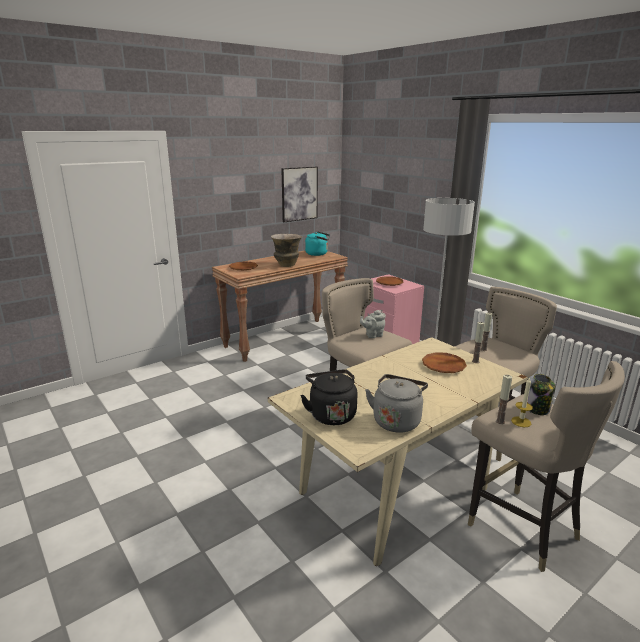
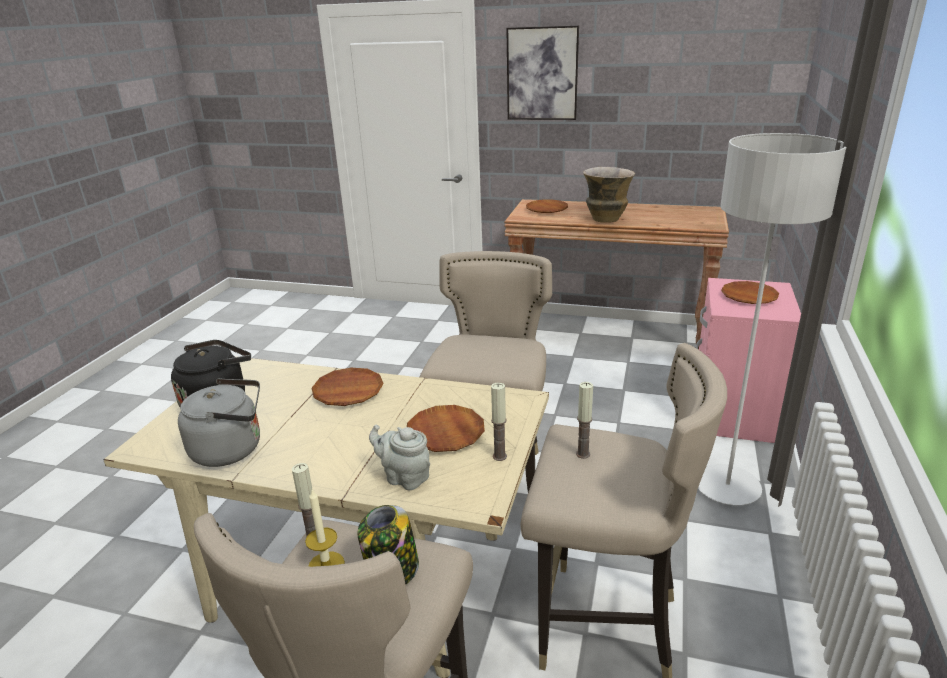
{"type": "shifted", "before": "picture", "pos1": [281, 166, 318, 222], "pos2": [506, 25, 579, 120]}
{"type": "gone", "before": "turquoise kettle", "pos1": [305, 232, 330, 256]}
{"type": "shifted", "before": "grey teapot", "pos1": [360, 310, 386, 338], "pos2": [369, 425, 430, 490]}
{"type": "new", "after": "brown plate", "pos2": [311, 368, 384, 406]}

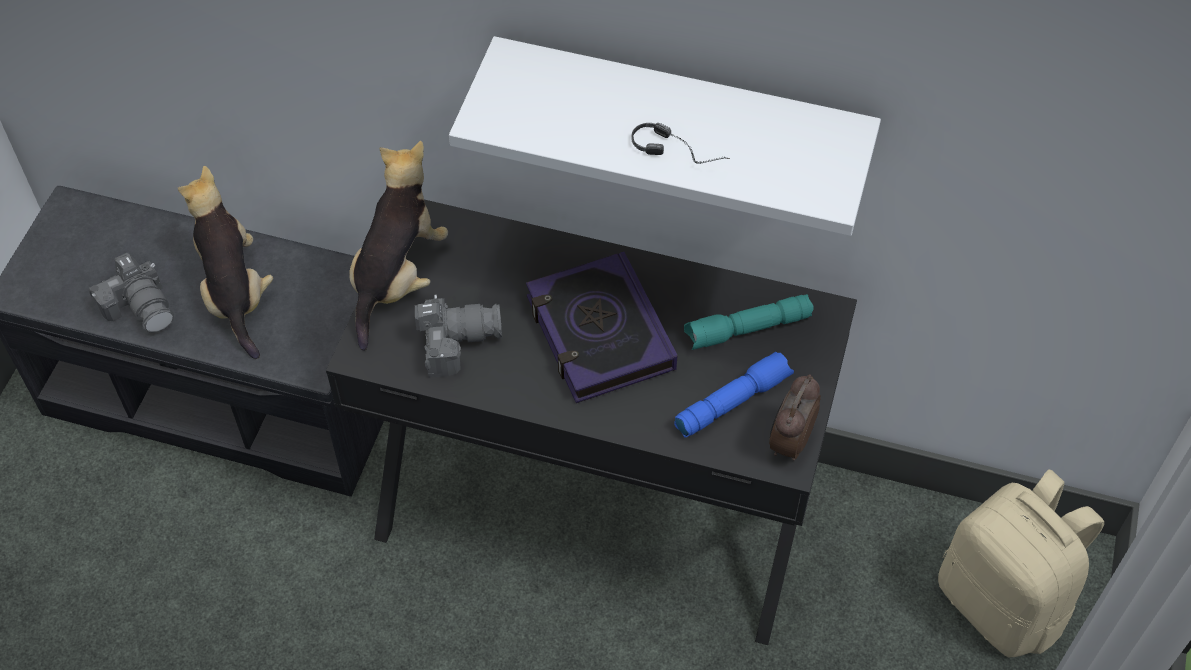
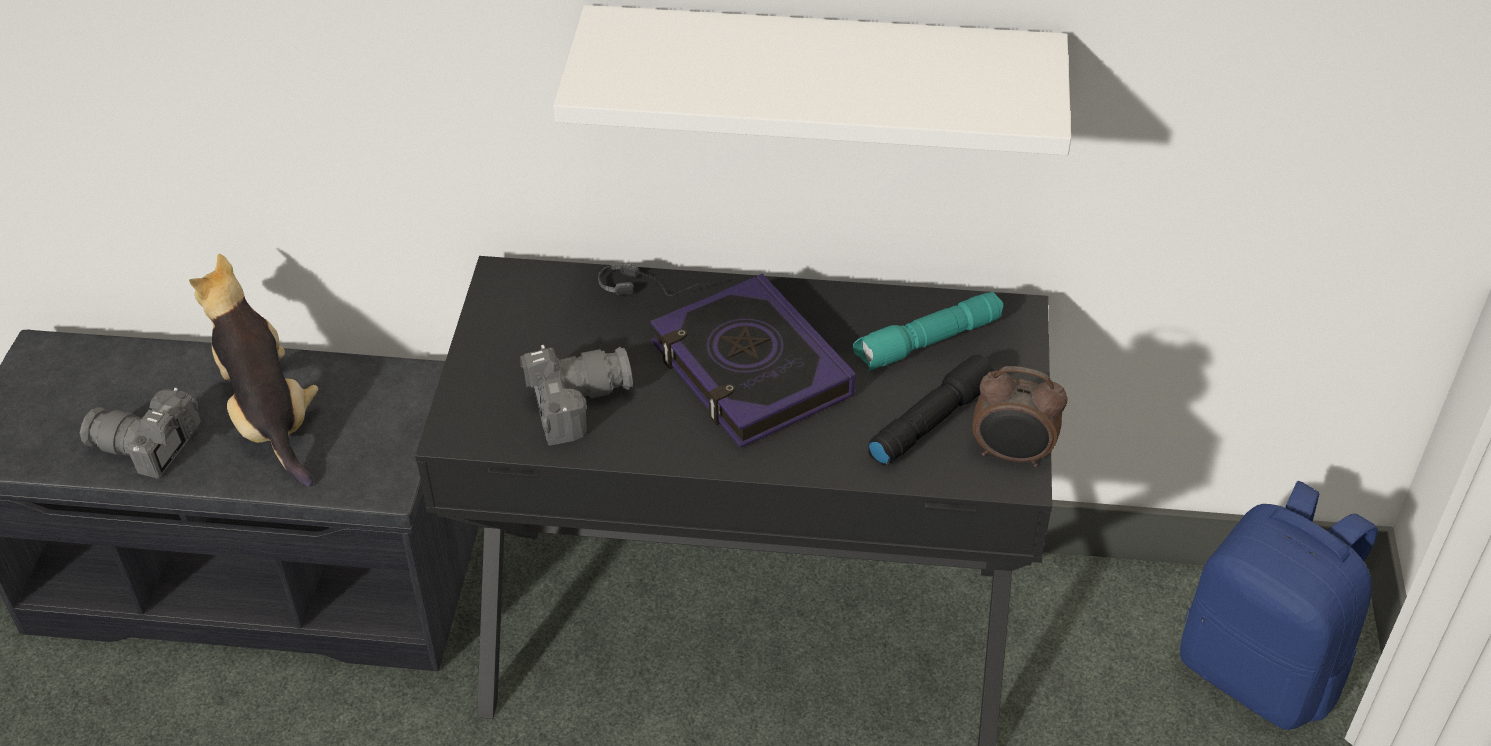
{"type": "rotated", "before": "photo camera", "pos1": [88, 253, 174, 333], "pos2": [79, 387, 201, 479], "turn": 150}
{"type": "gone", "before": "plush toy", "pos1": [350, 141, 448, 351]}
{"type": "shifted", "before": "headphones", "pos1": [631, 123, 730, 164], "pos2": [598, 263, 701, 296]}
{"type": "repainted", "before": "blue flashlight", "after": "black flashlight", "pos1": [674, 352, 794, 438], "pos2": [868, 355, 994, 466]}
{"type": "rotated", "before": "alarm clock", "pos1": [769, 374, 821, 461], "pos2": [972, 366, 1067, 467], "turn": -90}
{"type": "repainted", "before": "beige backpack", "after": "blue backpack", "pos1": [938, 469, 1104, 657], "pos2": [1180, 481, 1378, 730]}

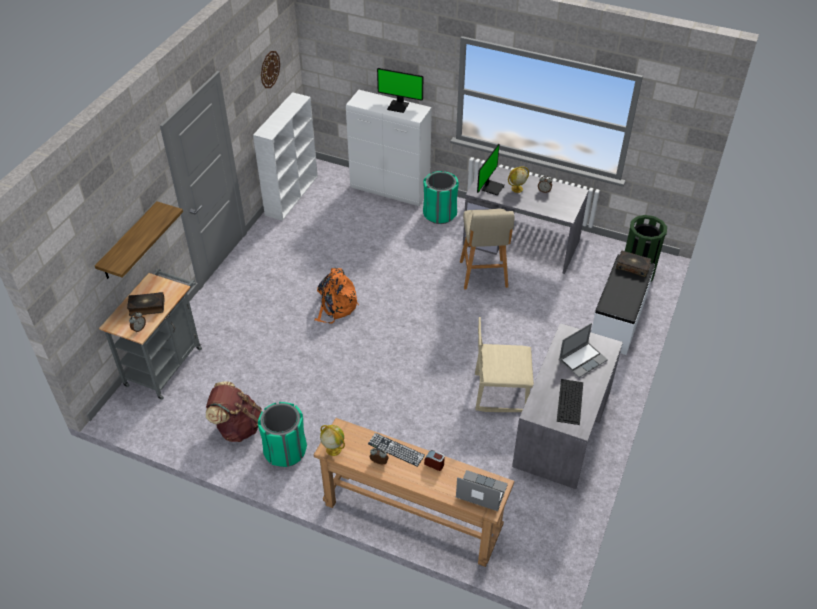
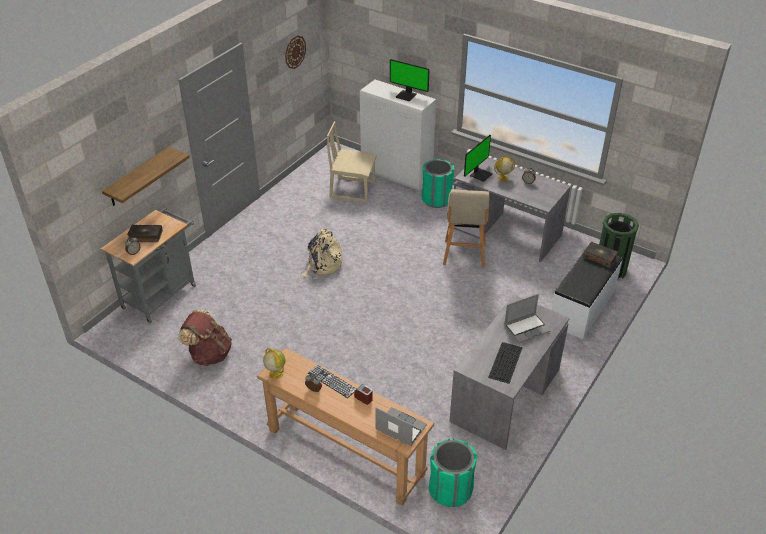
{"type": "gone", "before": "white bookcase", "pos1": [253, 92, 318, 221]}
{"type": "shifted", "before": "green trash can", "pos1": [258, 402, 307, 467], "pos2": [429, 439, 477, 507]}
{"type": "repainted", "before": "orange backpack", "after": "beige backpack", "pos1": [314, 268, 359, 324], "pos2": [301, 228, 343, 279]}
{"type": "shifted", "before": "beige chair", "pos1": [475, 317, 534, 412], "pos2": [327, 121, 377, 203]}

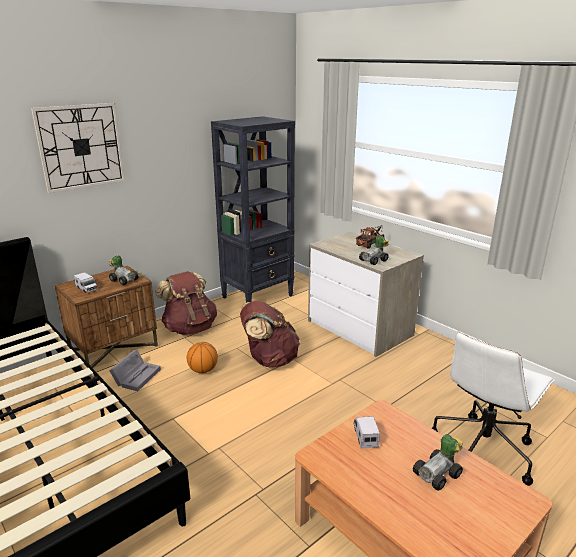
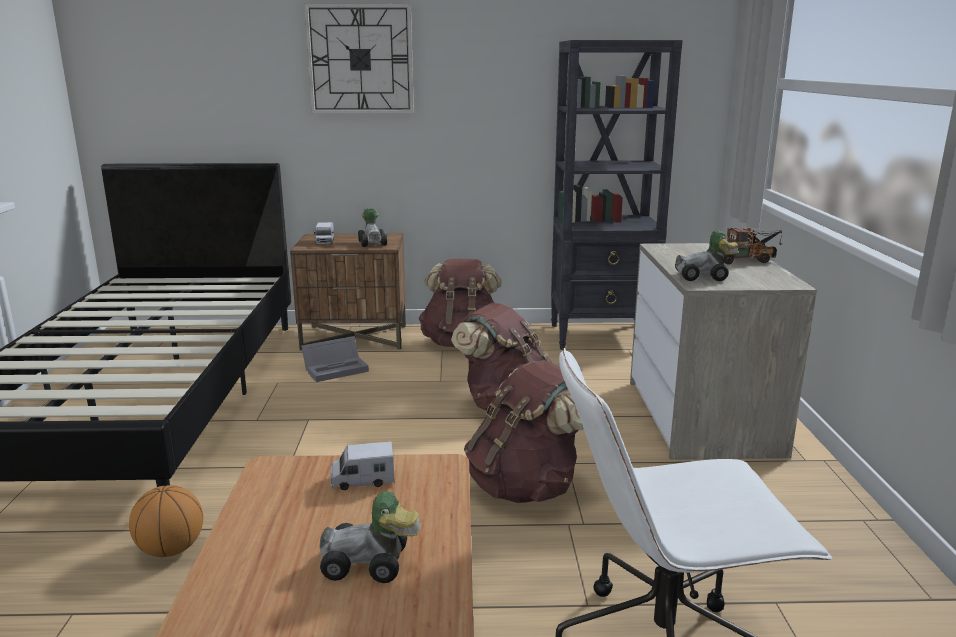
{"type": "shifted", "before": "basketball", "pos1": [187, 342, 218, 373], "pos2": [129, 485, 203, 557]}
{"type": "rotated", "before": "toy truck", "pos1": [353, 416, 380, 449], "pos2": [331, 441, 395, 490], "turn": -135}
{"type": "new", "after": "brown backpack", "pos2": [464, 360, 584, 503]}

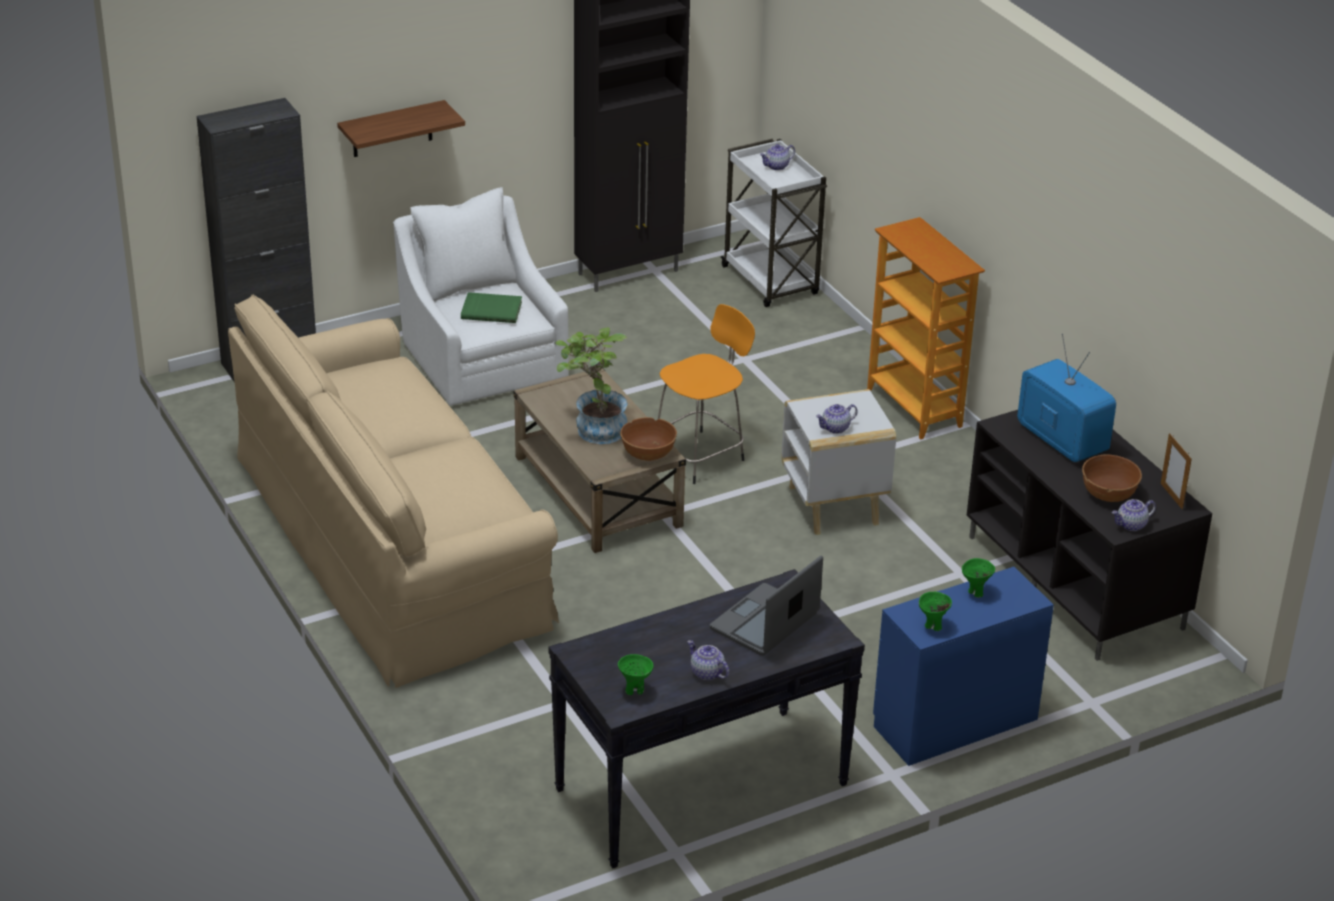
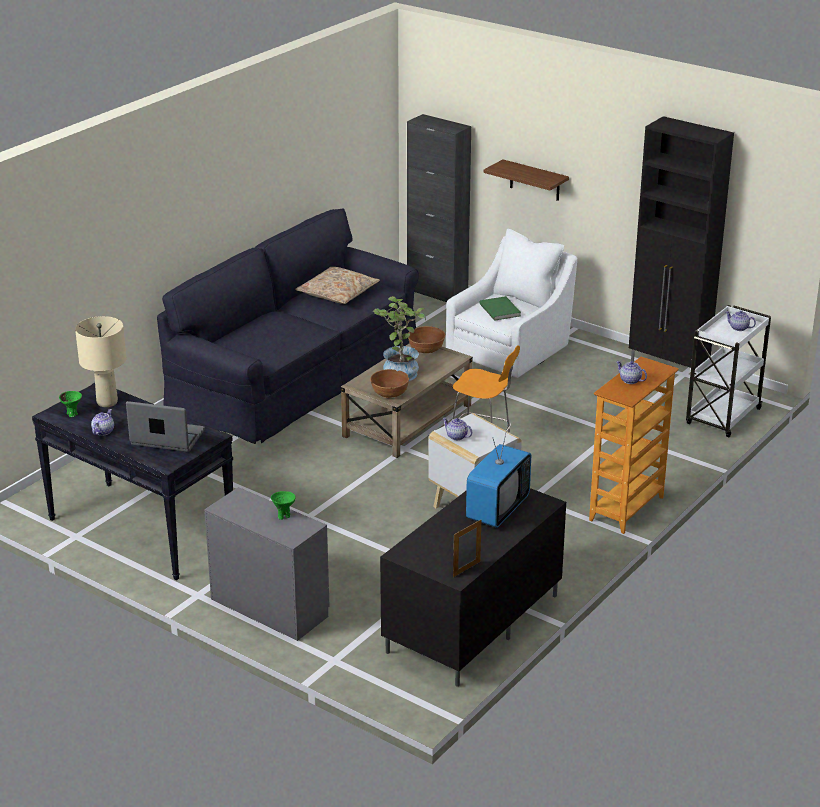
{"type": "repainted", "before": "beige sofa", "after": "black sofa", "pos1": [228, 295, 559, 688], "pos2": [157, 208, 419, 444]}
{"type": "repainted", "before": "blue dresser", "after": "grey dresser", "pos1": [873, 567, 1054, 766], "pos2": [204, 487, 330, 641]}
{"type": "gone", "before": "green bowl", "pos1": [919, 592, 952, 631]}
{"type": "shifted", "before": "brown bowl", "pos1": [1082, 454, 1142, 502], "pos2": [408, 326, 445, 353]}
{"type": "shifted", "before": "teapot", "pos1": [1112, 499, 1156, 531], "pos2": [616, 361, 647, 384]}
{"type": "new", "after": "beige table lamp", "pos2": [75, 316, 127, 407]}
{"type": "new", "after": "beige pillow", "pos2": [295, 267, 380, 304]}

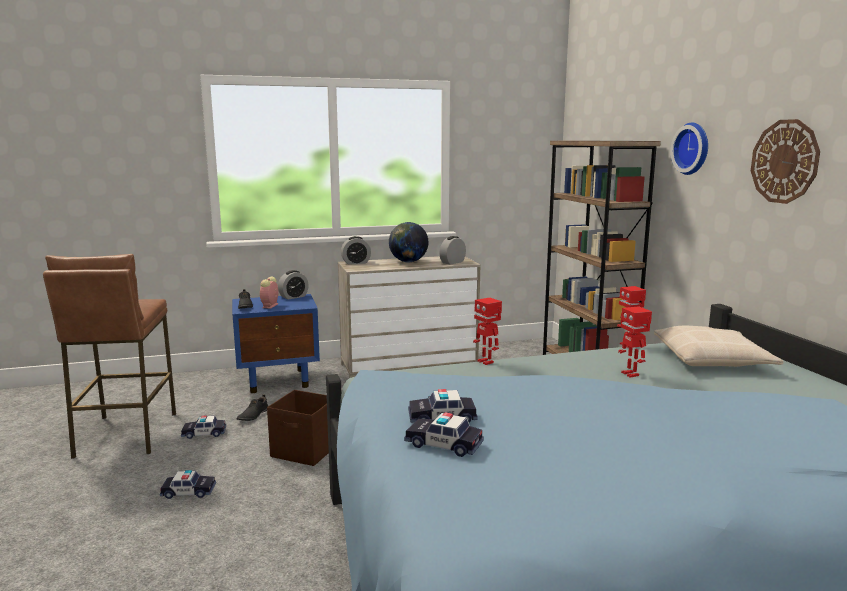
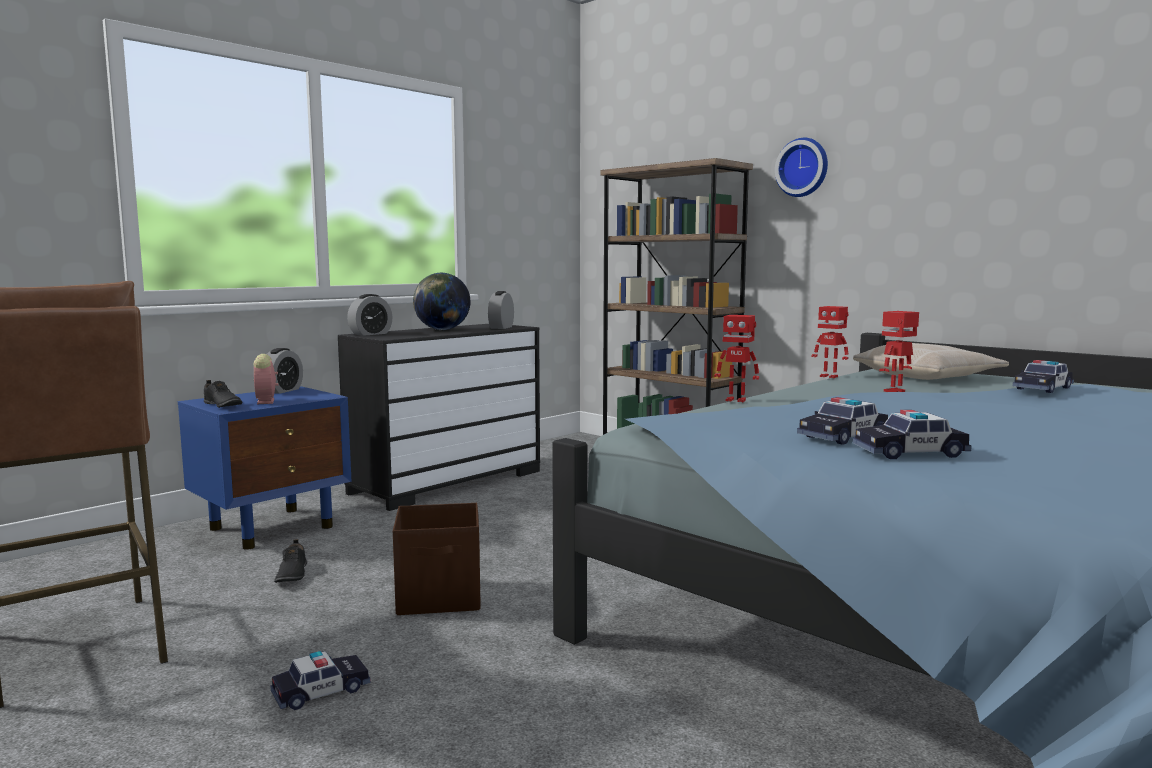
{"type": "shifted", "before": "toy car", "pos1": [181, 415, 226, 439], "pos2": [1013, 360, 1074, 393]}
{"type": "repainted", "before": "beige dresser", "after": "black dresser", "pos1": [338, 256, 481, 378], "pos2": [338, 324, 540, 511]}
{"type": "rotated", "before": "toy robot", "pos1": [618, 306, 652, 378], "pos2": [879, 311, 919, 392], "turn": 105}
{"type": "gone", "before": "wall clock", "pos1": [751, 119, 820, 204]}

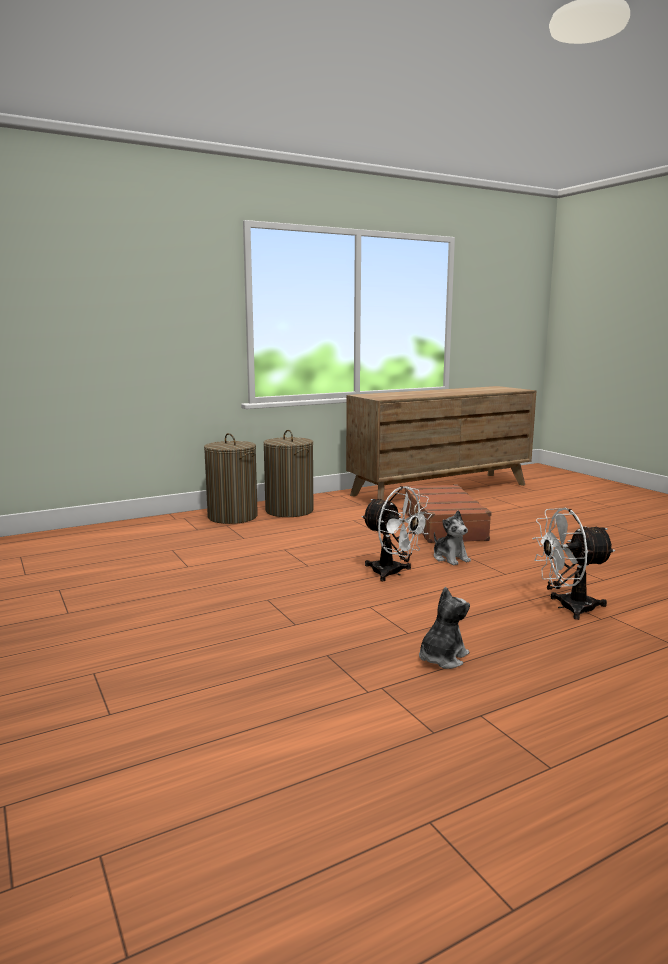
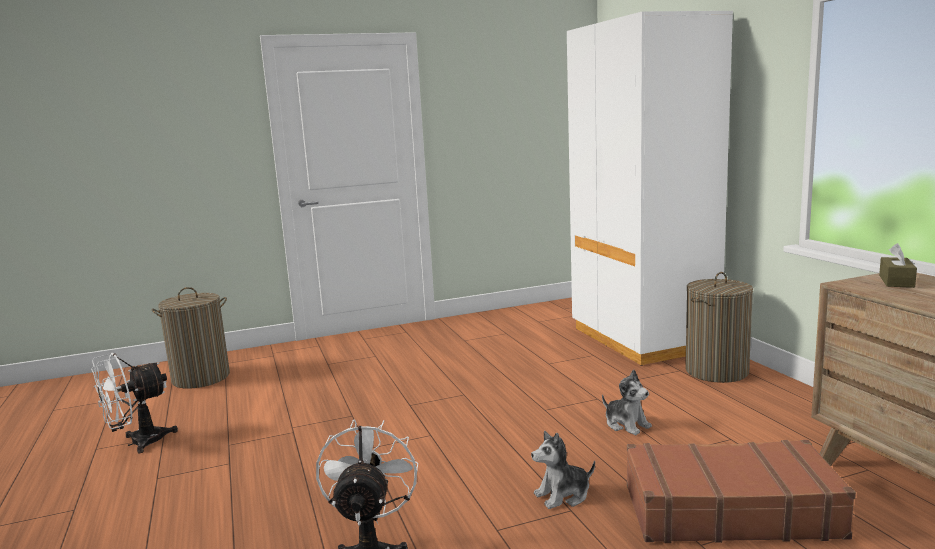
{"type": "shifted", "before": "laundry basket", "pos1": [263, 430, 313, 517], "pos2": [151, 287, 230, 389]}
{"type": "shifted", "before": "white fan", "pos1": [361, 486, 432, 581], "pos2": [91, 353, 178, 453]}
{"type": "shifted", "before": "plush toy", "pos1": [419, 587, 470, 669], "pos2": [602, 370, 652, 435]}
{"type": "new", "after": "white wardrobe", "pos2": [567, 11, 733, 366]}
{"type": "new", "after": "brown tissue box", "pos2": [879, 243, 917, 288]}

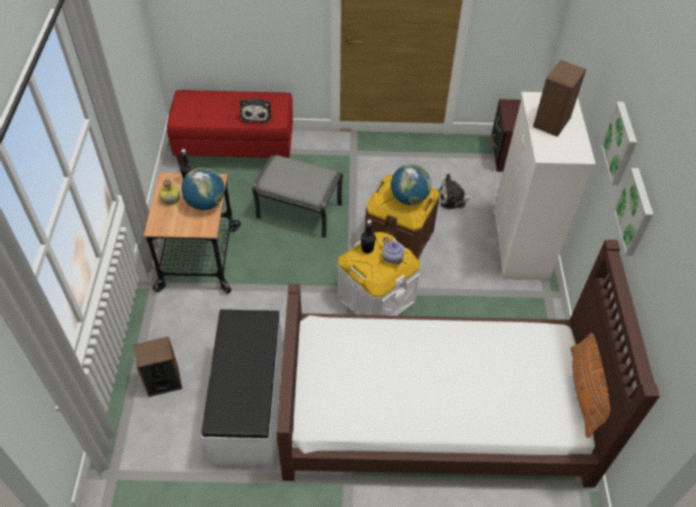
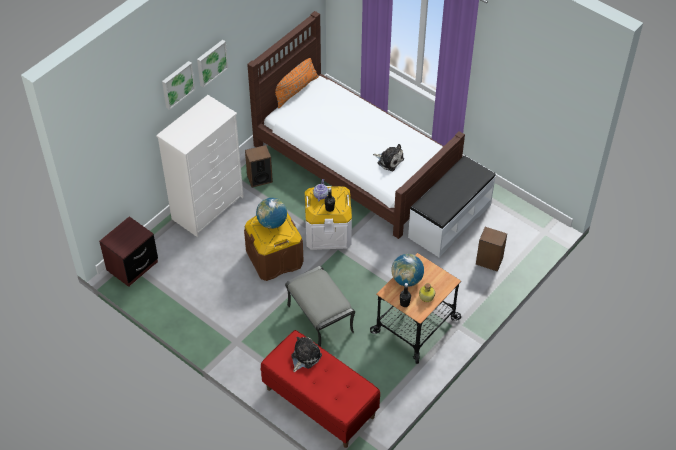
{"type": "shifted", "before": "plush toy", "pos1": [438, 174, 475, 209], "pos2": [373, 144, 404, 171]}
{"type": "shifted", "before": "speaker", "pos1": [533, 60, 586, 137], "pos2": [245, 145, 273, 187]}
{"type": "shifted", "before": "picture", "pos1": [613, 168, 654, 256], "pos2": [162, 61, 195, 110]}

